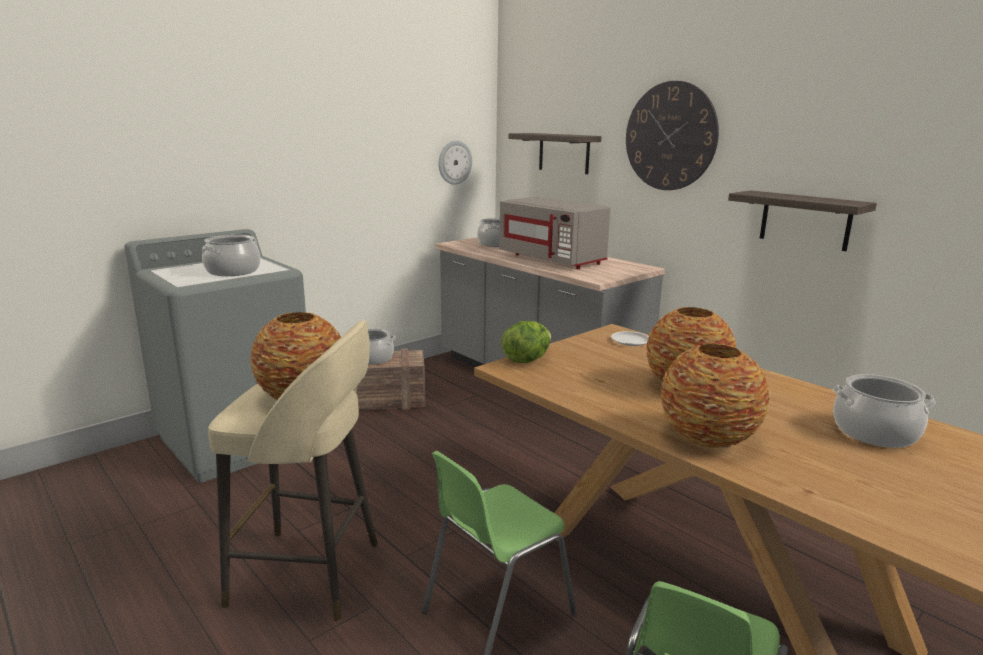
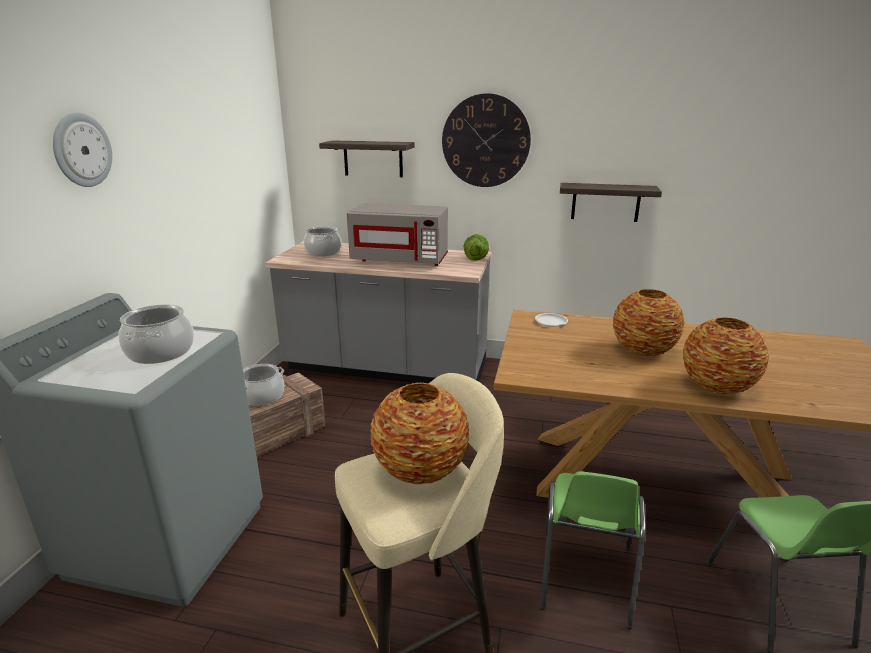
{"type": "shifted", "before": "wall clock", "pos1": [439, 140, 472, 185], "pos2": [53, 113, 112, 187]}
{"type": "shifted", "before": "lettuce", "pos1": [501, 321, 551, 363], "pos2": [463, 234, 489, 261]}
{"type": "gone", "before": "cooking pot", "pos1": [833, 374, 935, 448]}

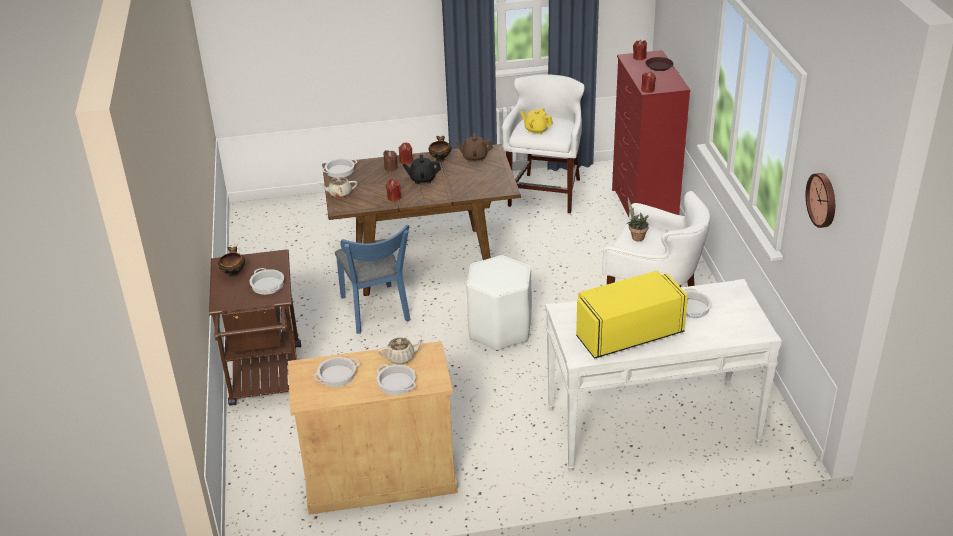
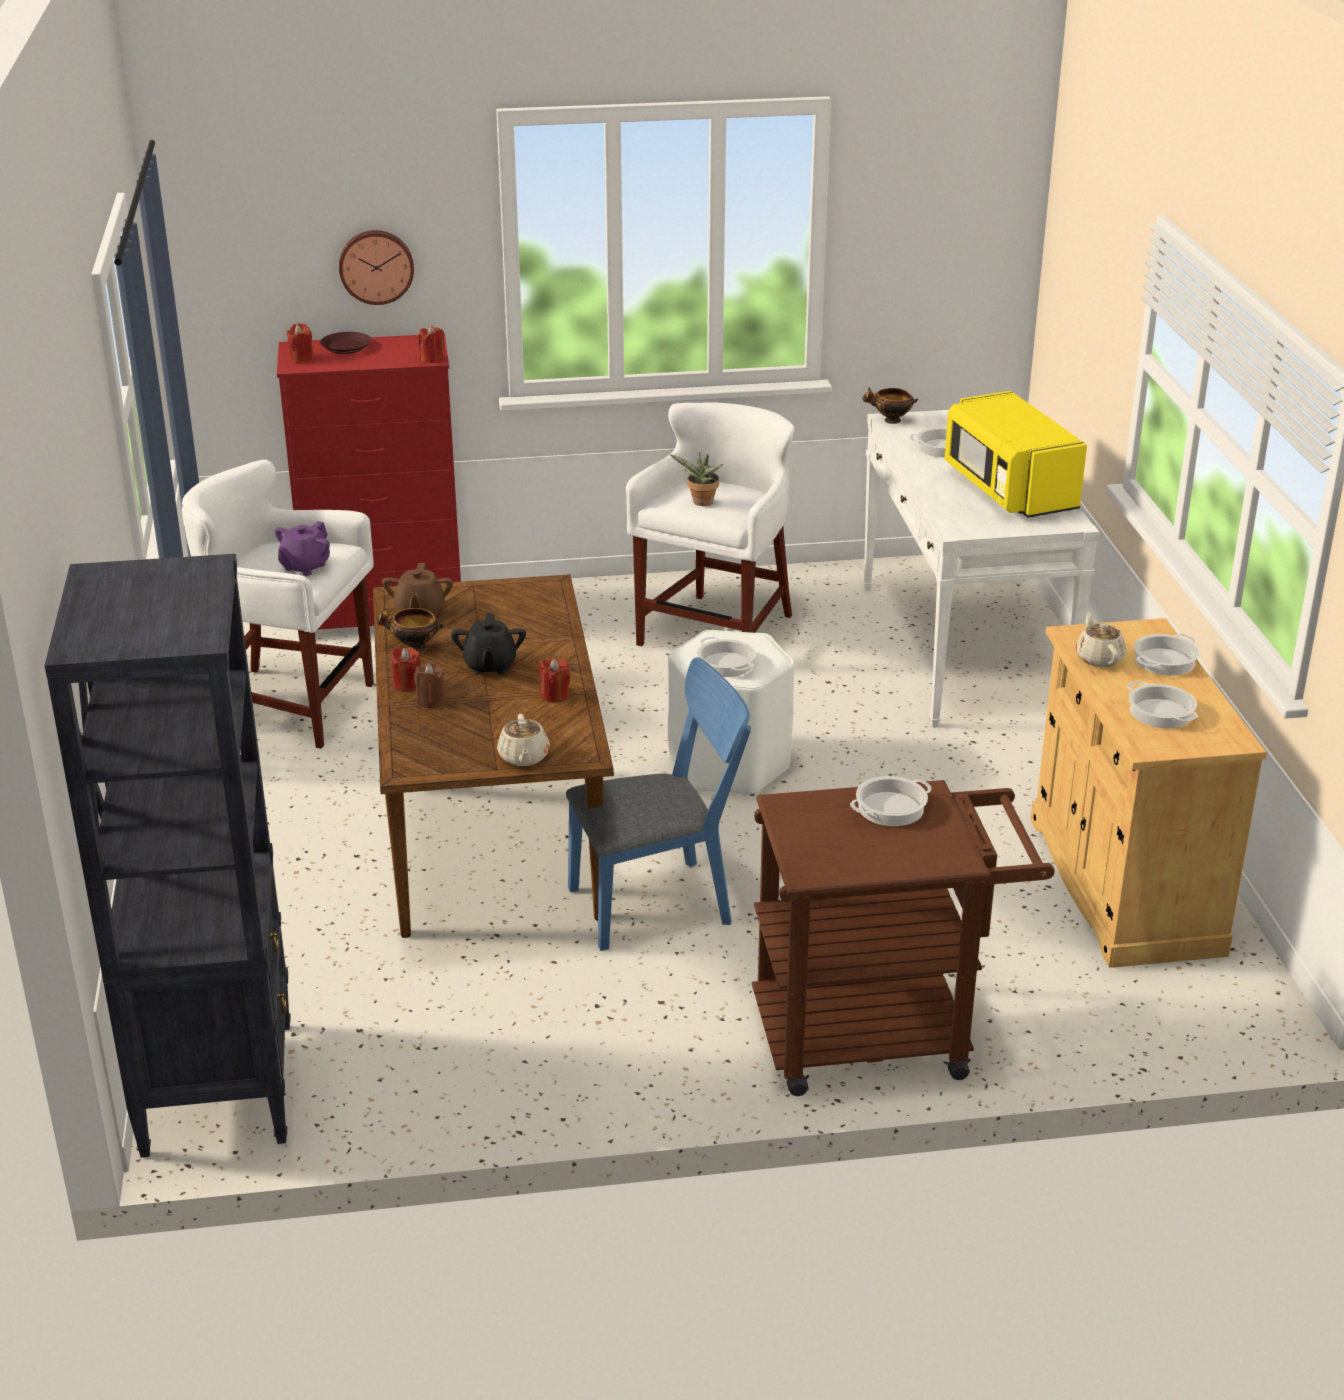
{"type": "shifted", "before": "bowl", "pos1": [218, 246, 245, 278], "pos2": [862, 388, 918, 424]}
{"type": "shifted", "before": "cooking pot", "pos1": [322, 158, 357, 178], "pos2": [697, 637, 755, 677]}
{"type": "repainted", "before": "yellow teapot", "after": "purple teapot", "pos1": [520, 107, 553, 135], "pos2": [275, 521, 330, 576]}
{"type": "shifted", "before": "wall clock", "pos1": [806, 173, 835, 228], "pos2": [339, 230, 414, 305]}
{"type": "new", "after": "black bookcase", "pos2": [45, 554, 291, 1158]}

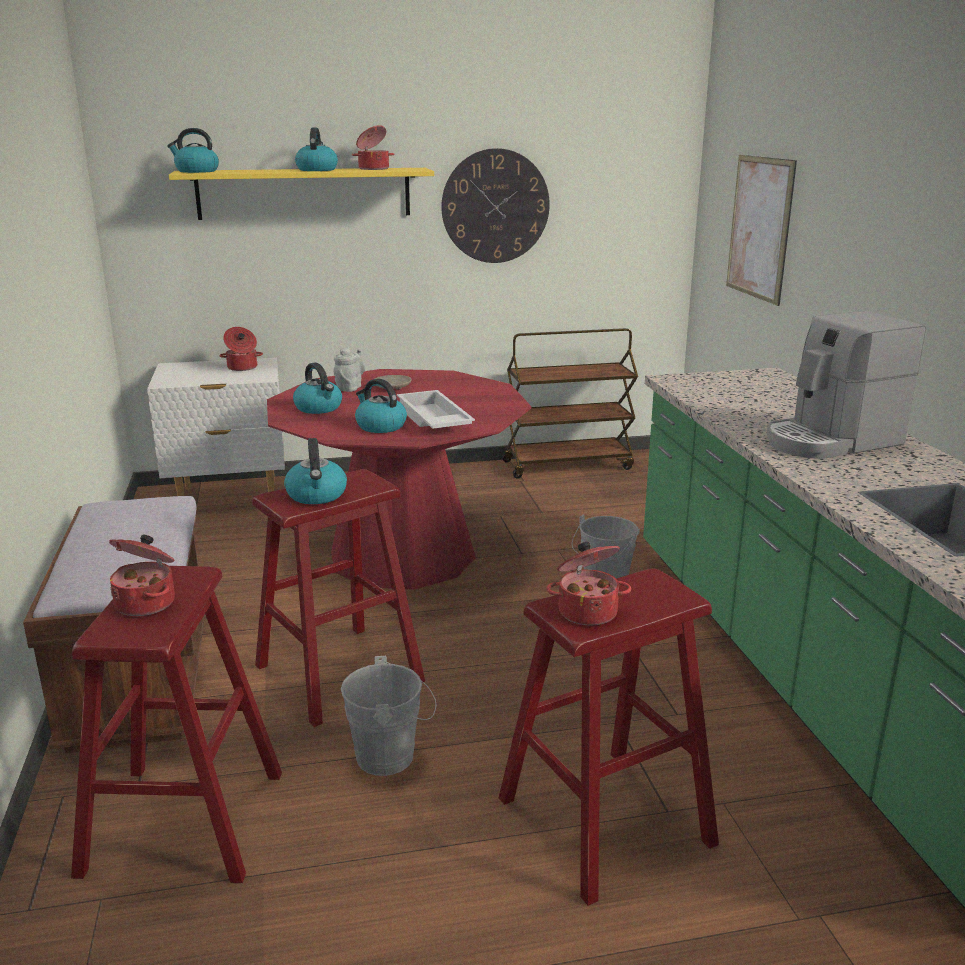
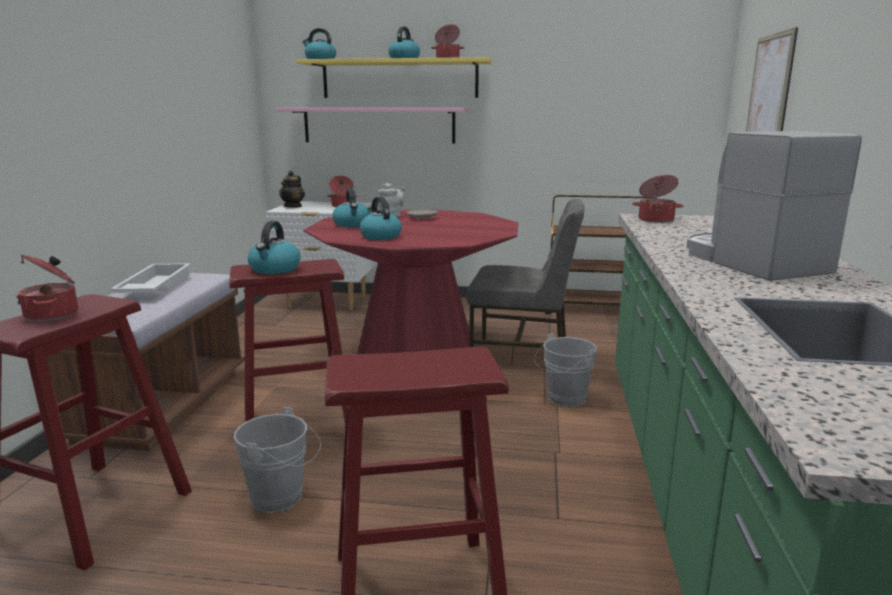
{"type": "shifted", "before": "white tray", "pos1": [397, 390, 475, 429], "pos2": [110, 263, 191, 293]}
{"type": "gone", "before": "wall clock", "pos1": [441, 148, 550, 263]}
{"type": "shifted", "before": "cooking pot", "pos1": [546, 542, 631, 625], "pos2": [632, 175, 684, 223]}
{"type": "rotated", "before": "coffee machine", "pos1": [767, 311, 926, 459], "pos2": [686, 131, 862, 281], "turn": 75}
{"type": "new", "after": "pink shelf", "pos2": [276, 108, 468, 143]}
{"type": "new", "after": "teapot", "pos2": [279, 171, 305, 208]}
{"type": "new", "after": "grey chair", "pos2": [466, 199, 585, 348]}

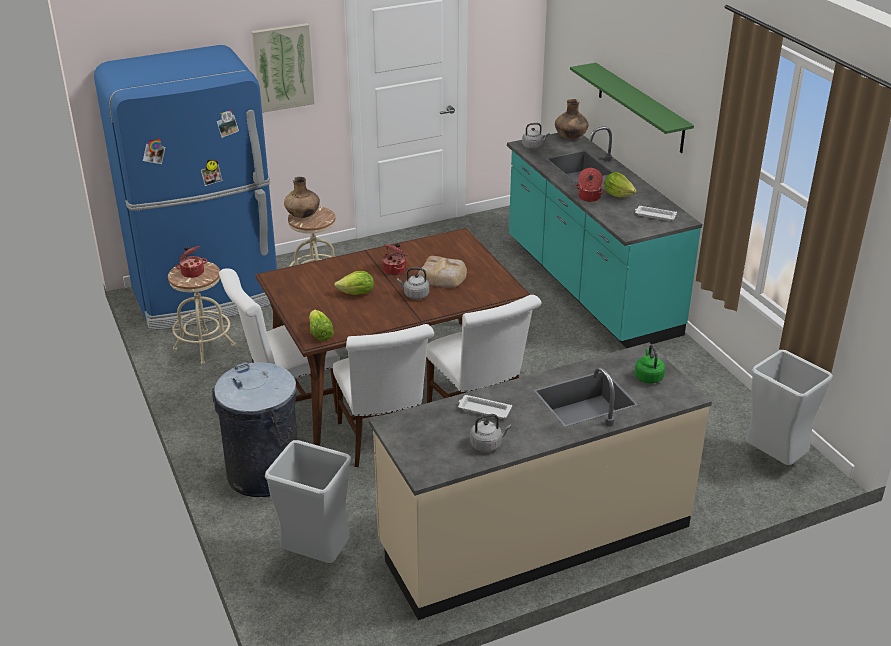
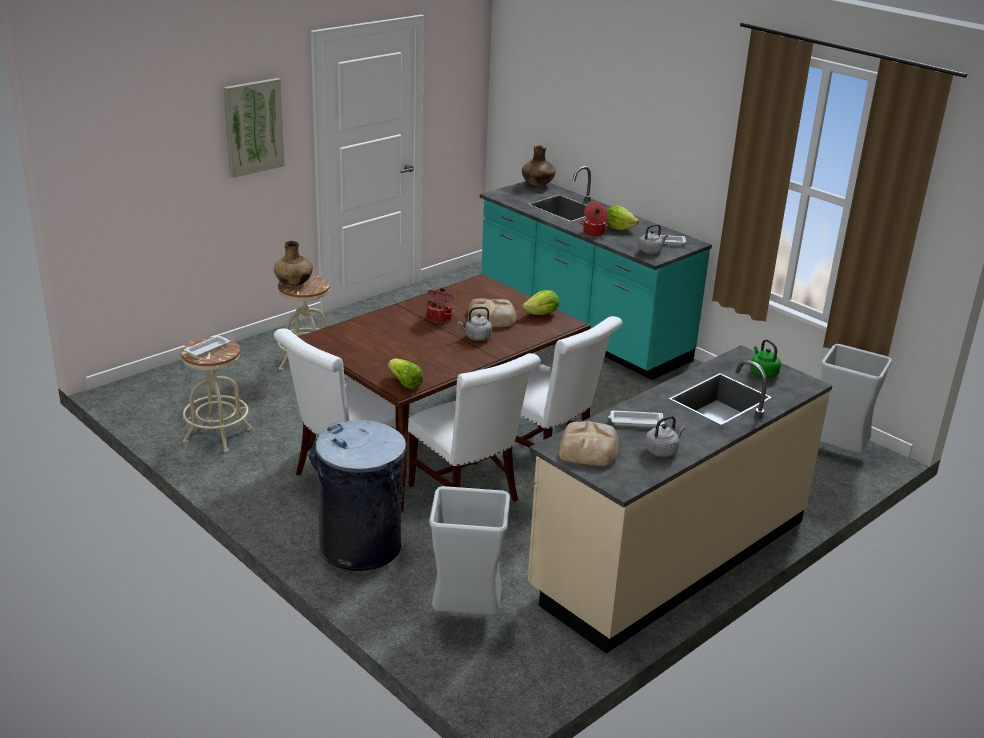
{"type": "gone", "before": "blue fridge", "pos1": [94, 45, 277, 330]}
{"type": "swapped", "before": "cooking pot", "after": "white tray", "pos1": [175, 246, 208, 278], "pos2": [184, 336, 230, 357]}
{"type": "shifted", "before": "lettuce", "pos1": [334, 271, 374, 295], "pos2": [522, 290, 559, 315]}
{"type": "shifted", "before": "grey kettle", "pos1": [522, 123, 550, 149], "pos2": [639, 224, 668, 254]}
{"type": "gone", "before": "green shelf", "pos1": [570, 63, 694, 153]}
{"type": "new", "after": "bread", "pos2": [559, 421, 618, 466]}

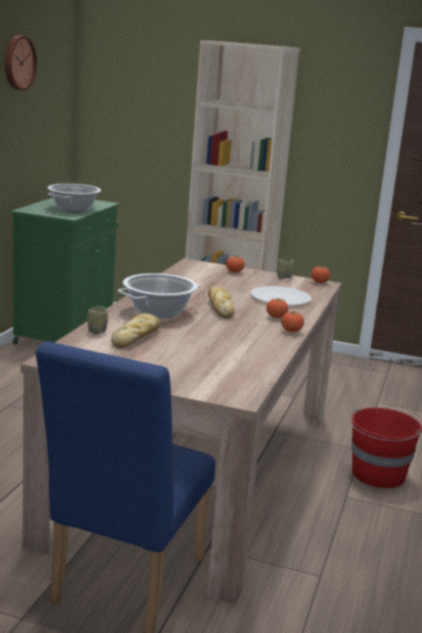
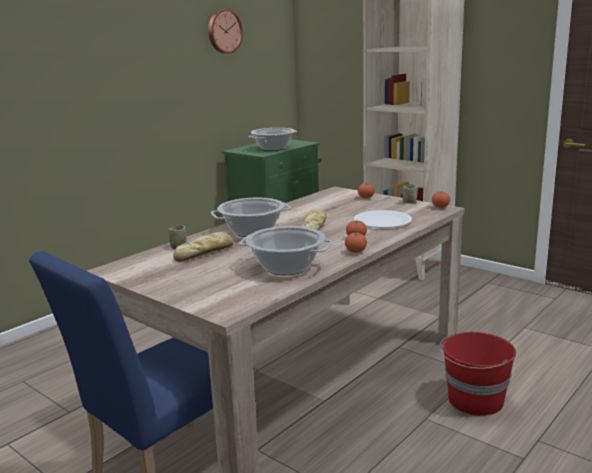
{"type": "new", "after": "cooking pot", "pos2": [239, 226, 333, 275]}

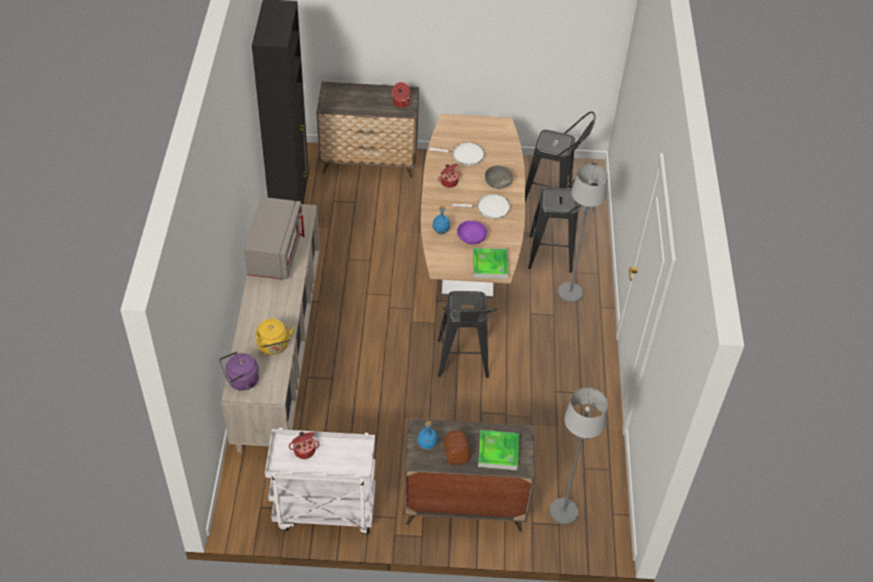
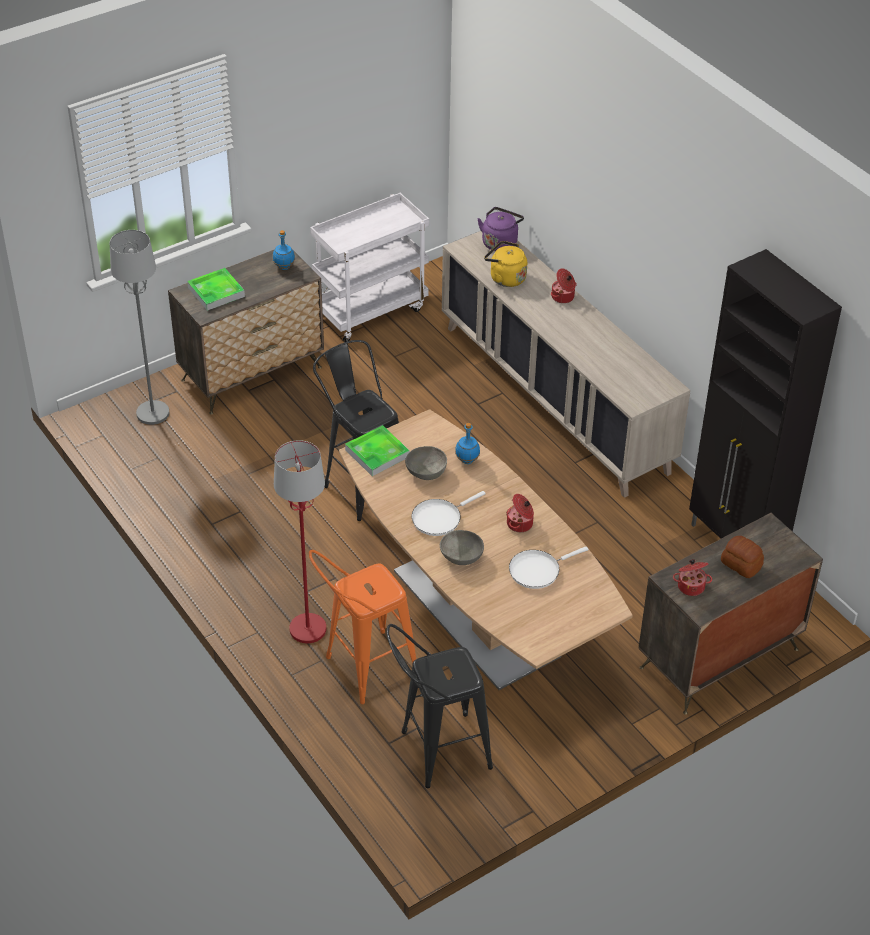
{"type": "gone", "before": "grey microwave", "pos1": [244, 197, 305, 279]}
{"type": "shifted", "before": "cooking pot", "pos1": [289, 432, 320, 459], "pos2": [551, 268, 577, 303]}
{"type": "shifted", "before": "bread", "pos1": [443, 430, 470, 465], "pos2": [721, 536, 764, 578]}
{"type": "repainted", "before": "purple bowl", "after": "grey bowl", "pos1": [457, 221, 487, 245], "pos2": [405, 446, 447, 480]}
{"type": "repainted", "before": "black stool", "after": "orange stool", "pos1": [528, 163, 598, 273], "pos2": [309, 550, 416, 704]}
{"type": "repainted", "before": "grey floor lamp", "after": "red floor lamp", "pos1": [558, 164, 608, 303], "pos2": [274, 440, 326, 643]}

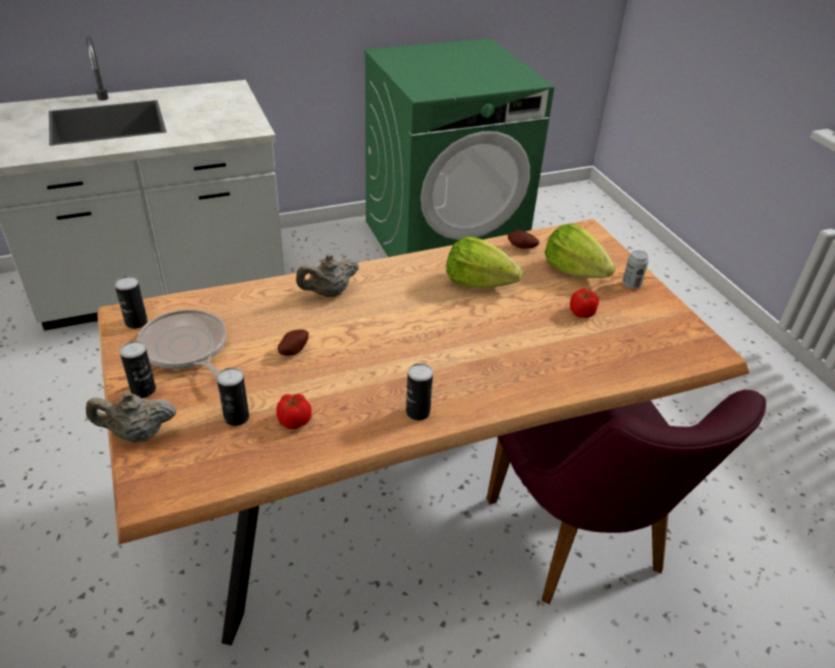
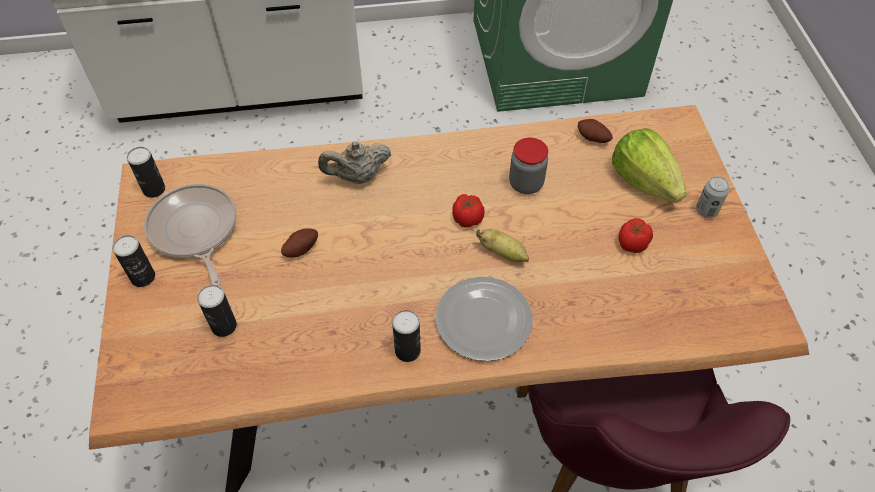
{"type": "gone", "before": "beige teapot", "pos1": [86, 392, 176, 442]}
{"type": "shifted", "before": "tomato", "pos1": [276, 394, 312, 429], "pos2": [452, 194, 485, 228]}
{"type": "swapped", "before": "lettuce", "after": "jar", "pos1": [446, 236, 523, 288], "pos2": [509, 138, 548, 194]}
{"type": "new", "after": "plate", "pos2": [435, 277, 533, 361]}
{"type": "new", "after": "banana", "pos2": [476, 229, 529, 262]}

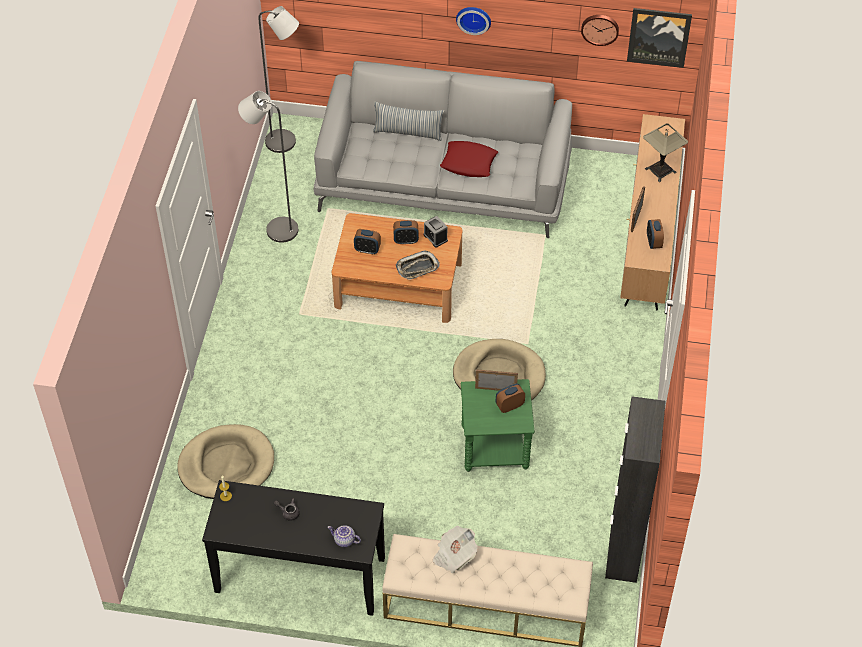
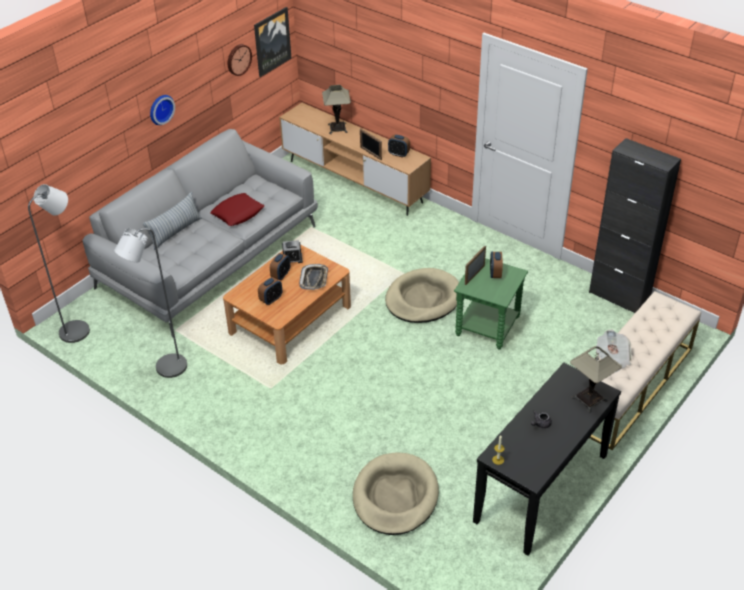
{"type": "swapped", "before": "teapot", "after": "table lamp", "pos1": [328, 525, 361, 547], "pos2": [570, 346, 622, 413]}

